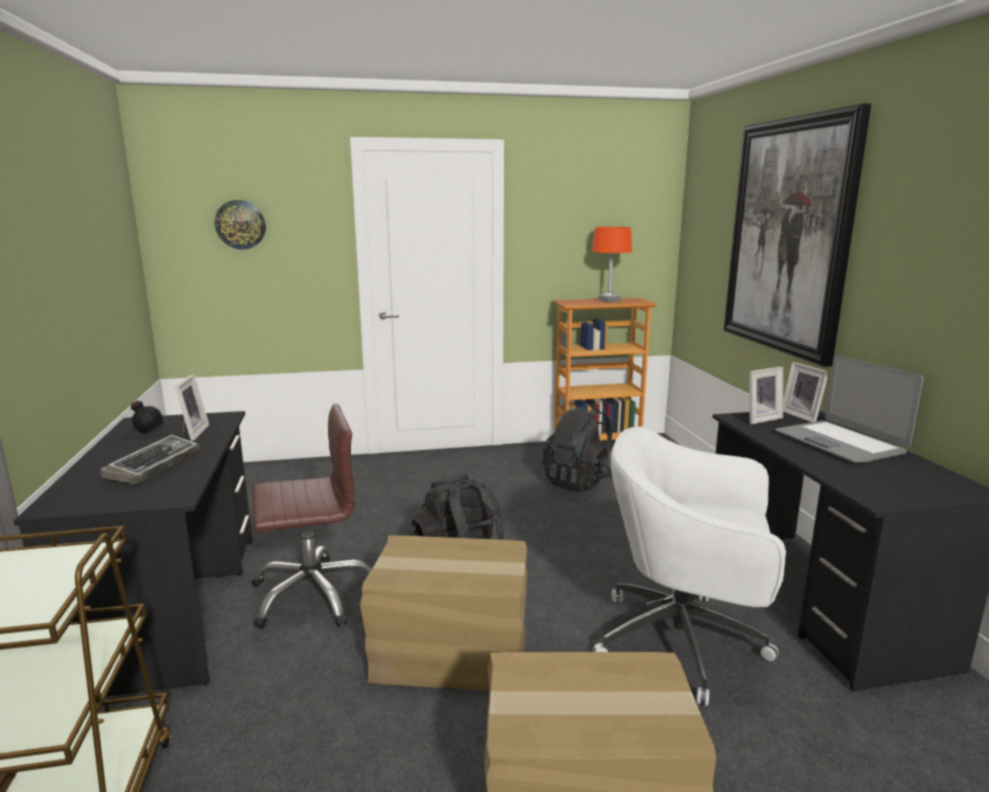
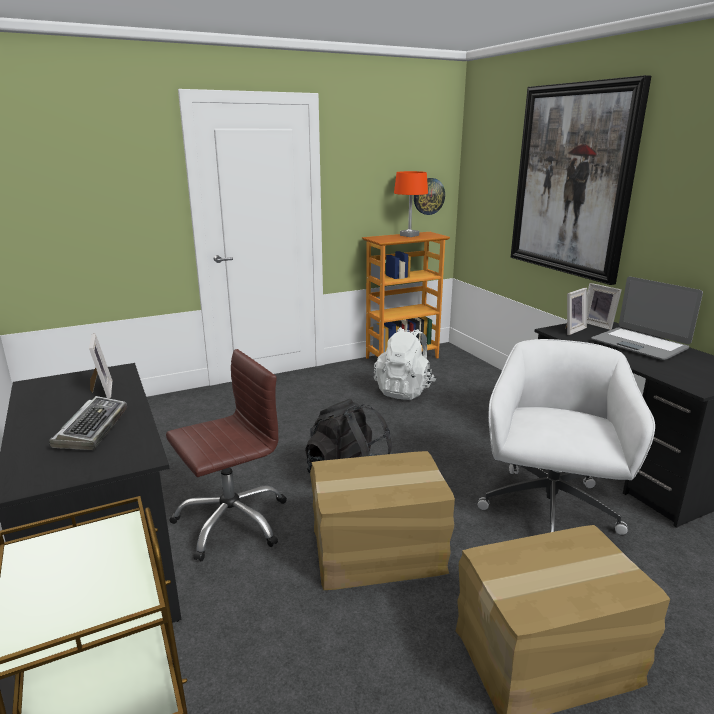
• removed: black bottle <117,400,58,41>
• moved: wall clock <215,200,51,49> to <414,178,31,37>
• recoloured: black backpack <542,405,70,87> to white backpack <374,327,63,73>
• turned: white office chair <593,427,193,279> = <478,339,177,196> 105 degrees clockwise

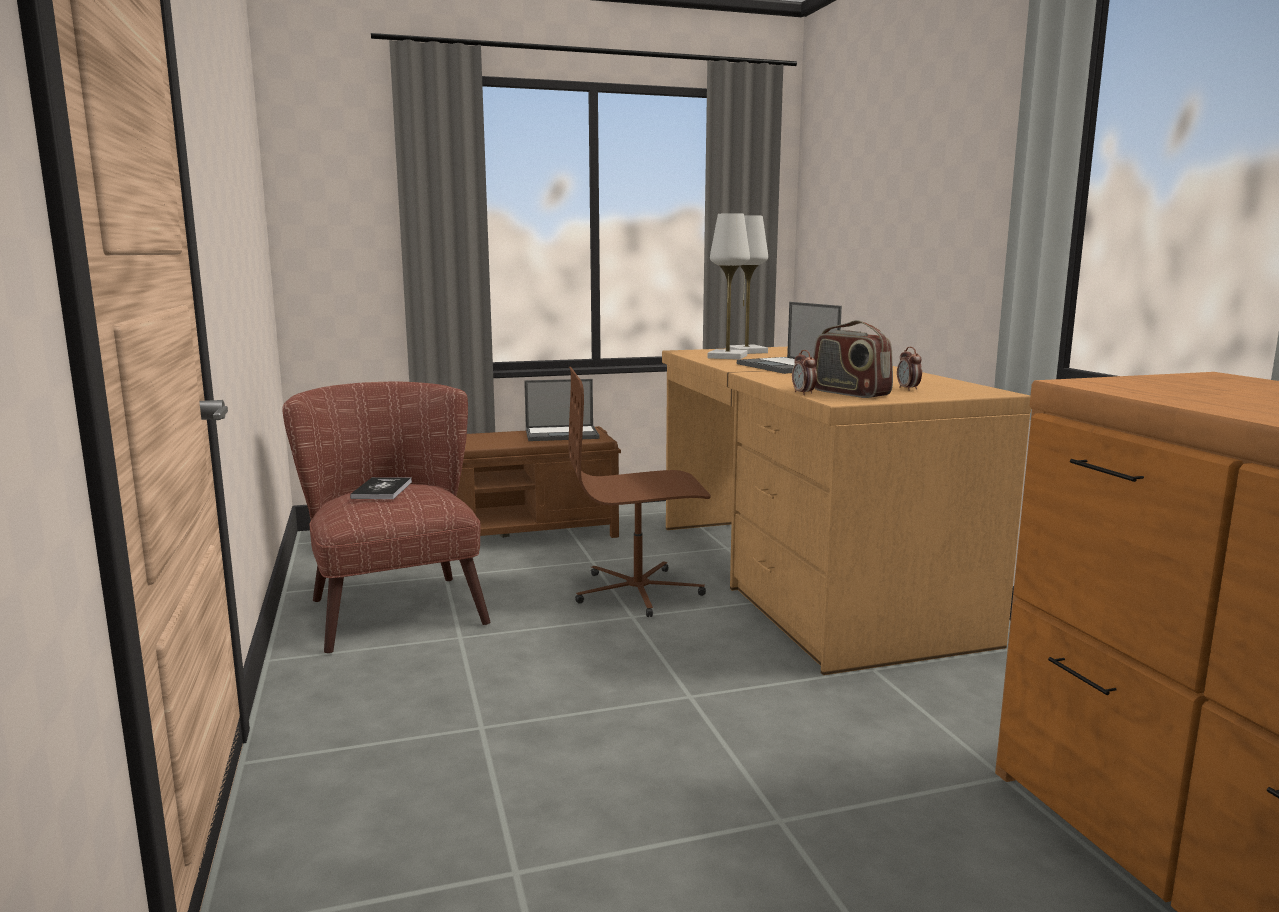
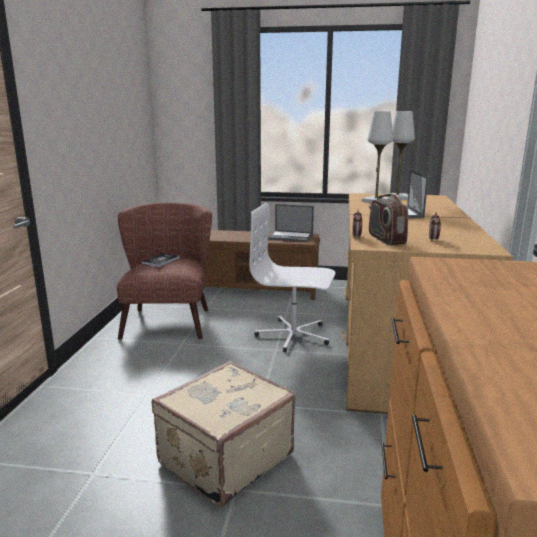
• added: beige suitcase <152,361,144,147>
• recoloured: brown office chair <569,367,142,250> to white office chair <250,203,85,149>

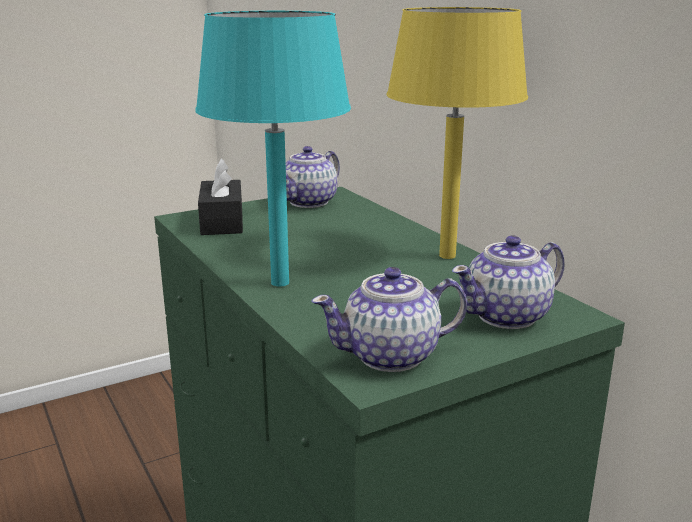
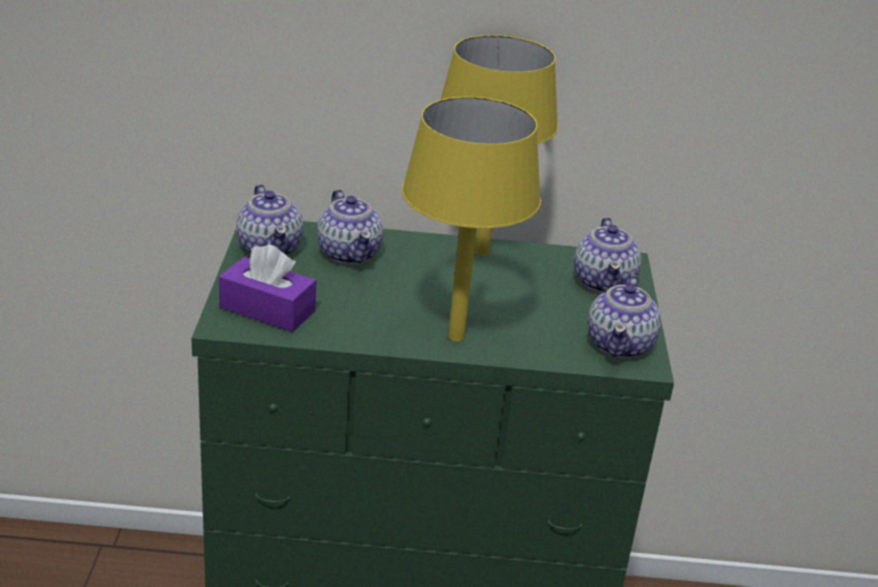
• added: teapot <317,189,67,76>
• recoloured: turquoise table lamp <195,11,156,275> to yellow table lamp <402,97,139,245>
• recoloured: black tissue box <198,158,45,77> to purple tissue box <219,244,97,88>

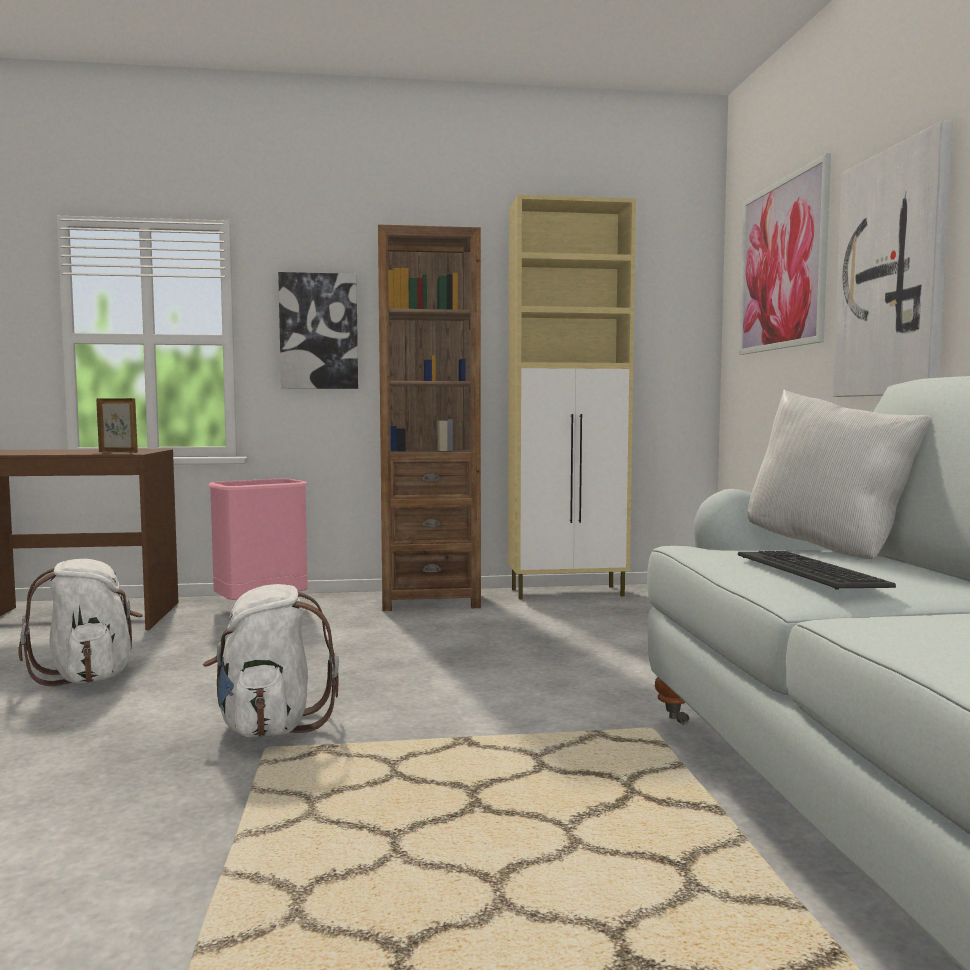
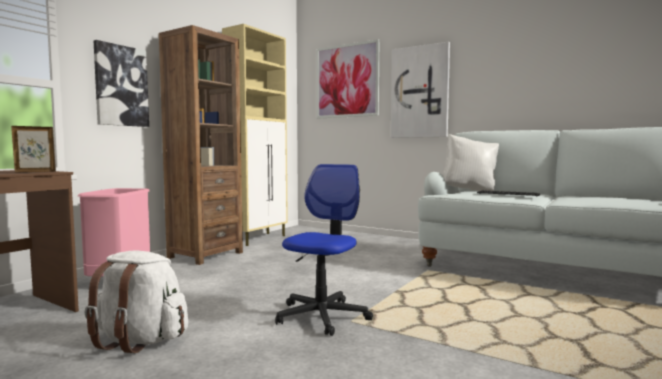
• replaced: white backpack <203,584,136,153> to office chair <275,164,98,172>

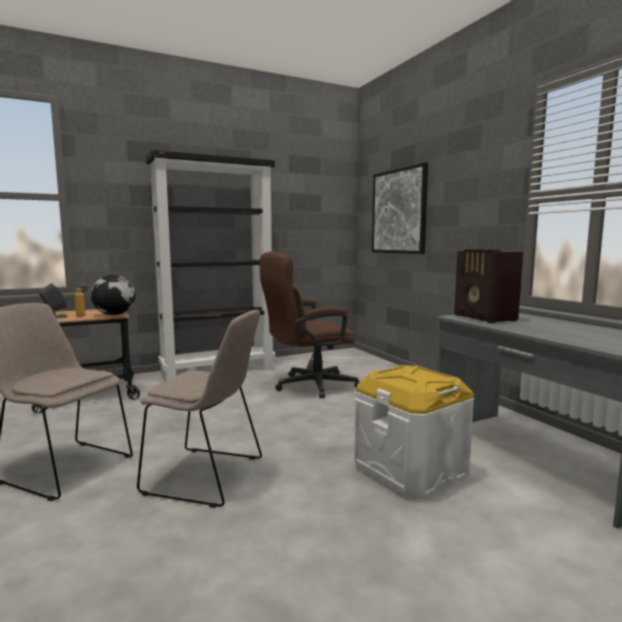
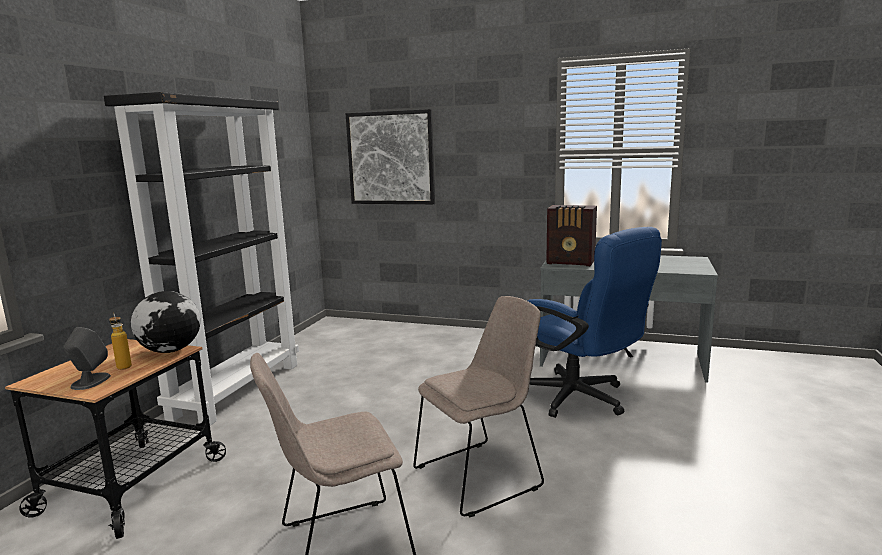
• removed: brown office chair <259,251,101,147>
• replaced: white storage box <354,365,120,135> to blue office chair <528,227,134,191>

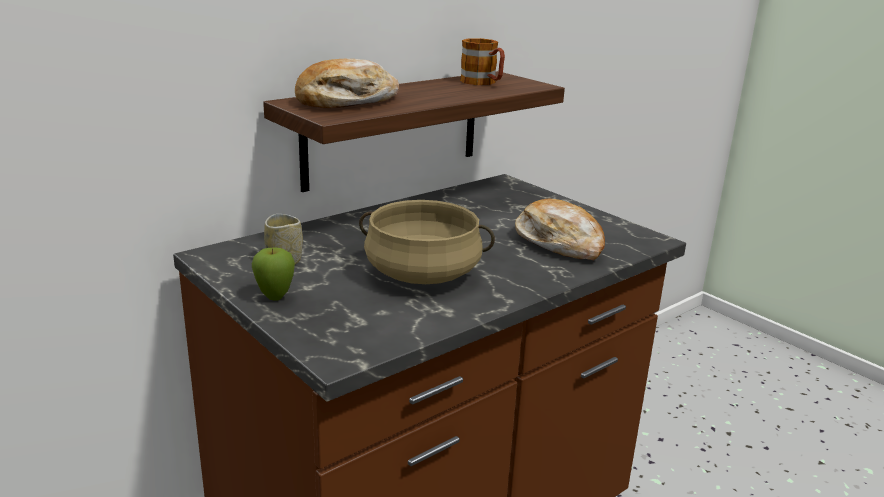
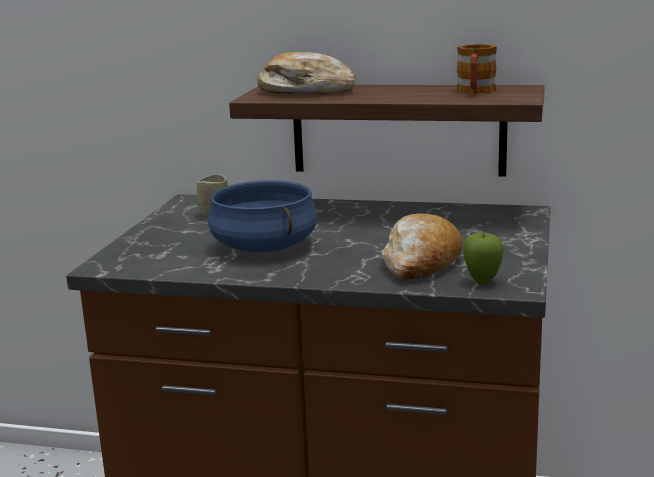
• moved: apple <252,248,43,53> to <463,232,41,53>
• recoloured: beige cooking pot <359,200,136,84> to blue cooking pot <208,180,109,72>

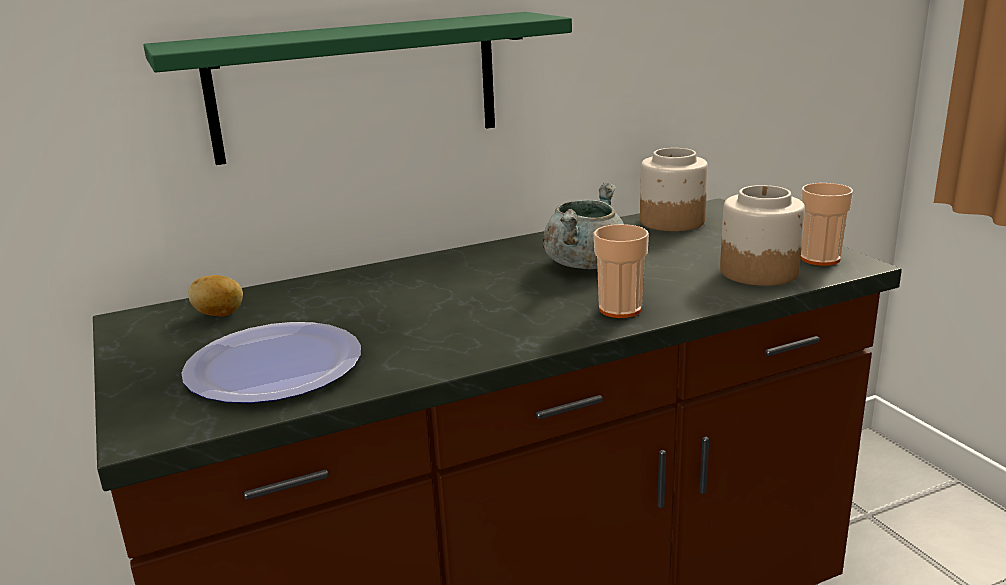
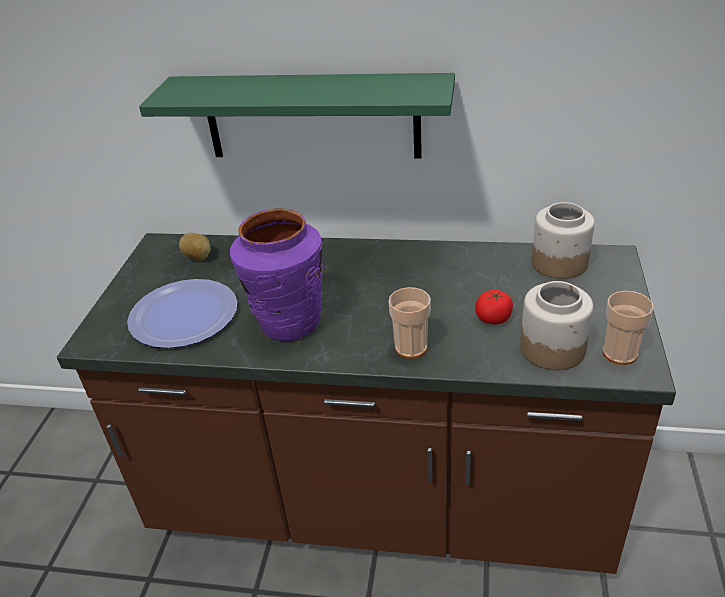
• removed: grey cooking pot <543,183,81,86>
• added: purple vase <230,208,93,133>
• added: tomato <475,289,38,35>

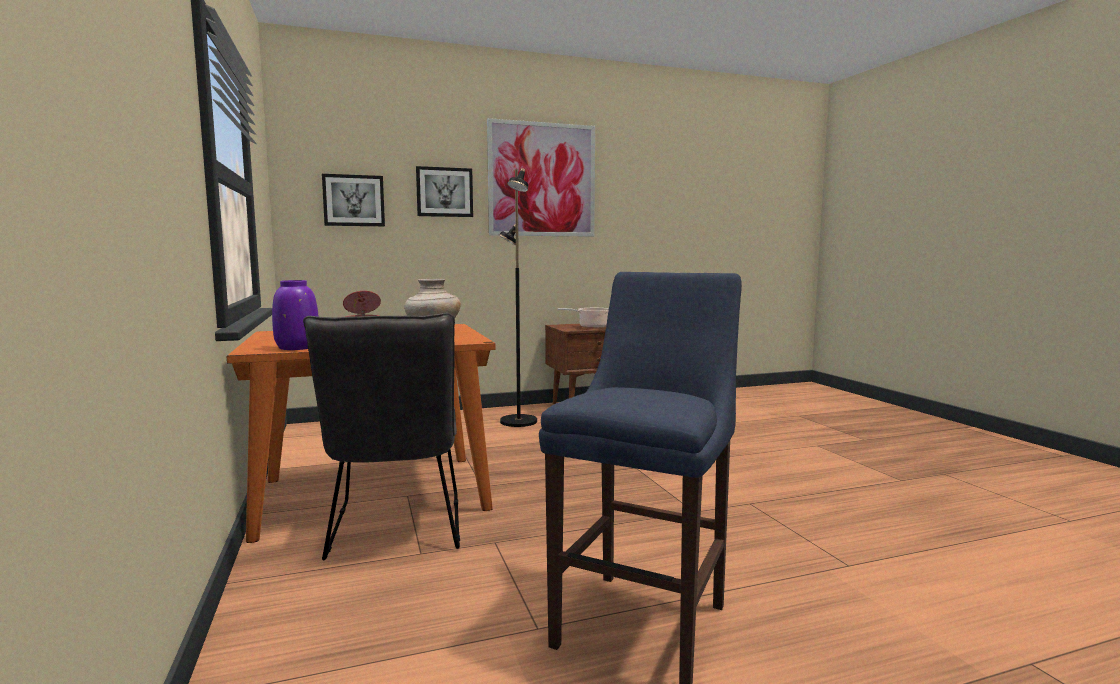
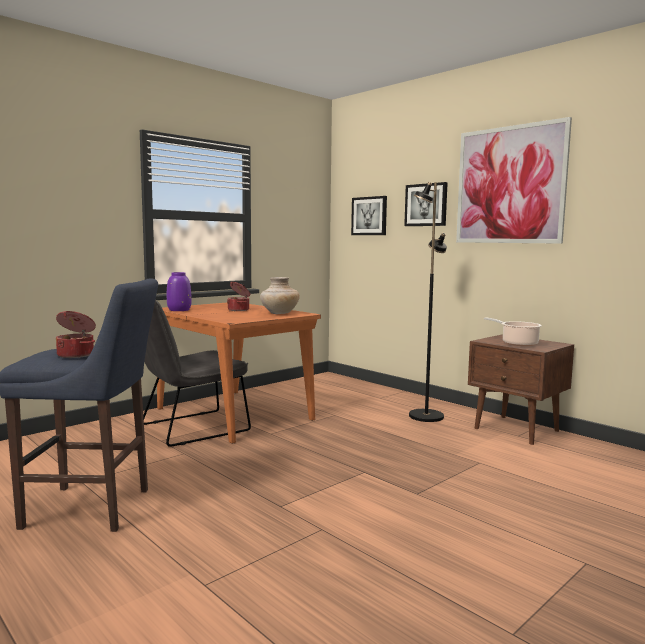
• added: cooking pot <56,311,40,47>

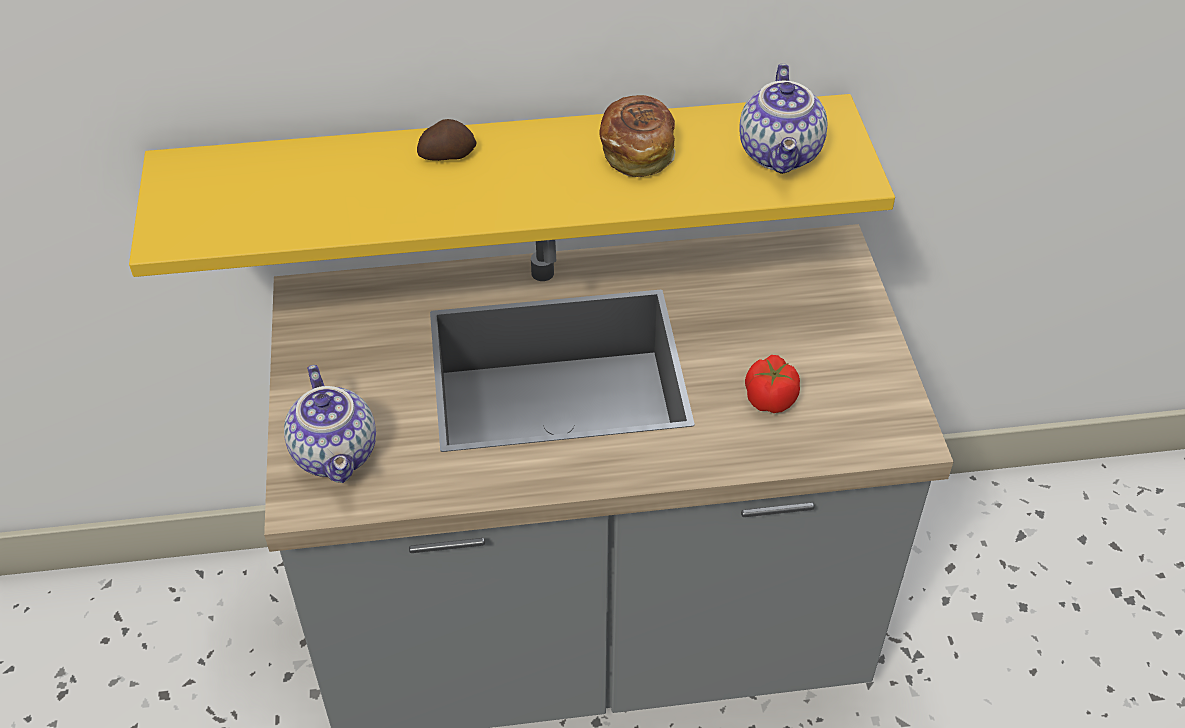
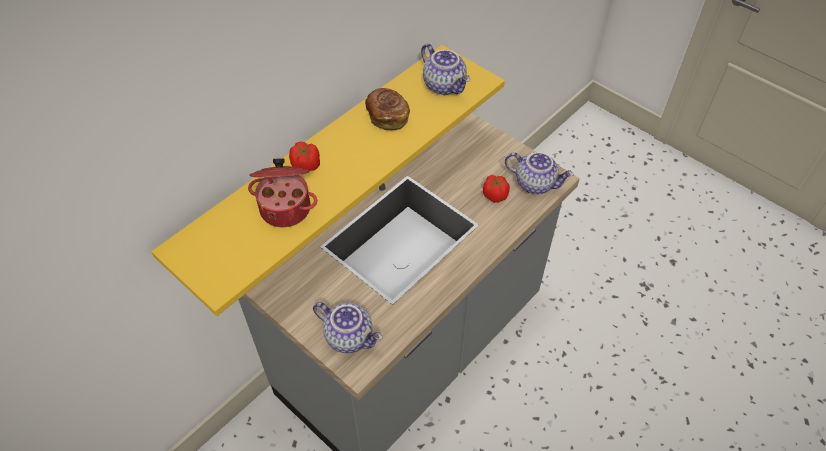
• added: cooking pot <248,158,69,69>
• added: teapot <505,152,69,42>
• replaced: potato <417,119,59,42> to tomato <289,142,31,29>

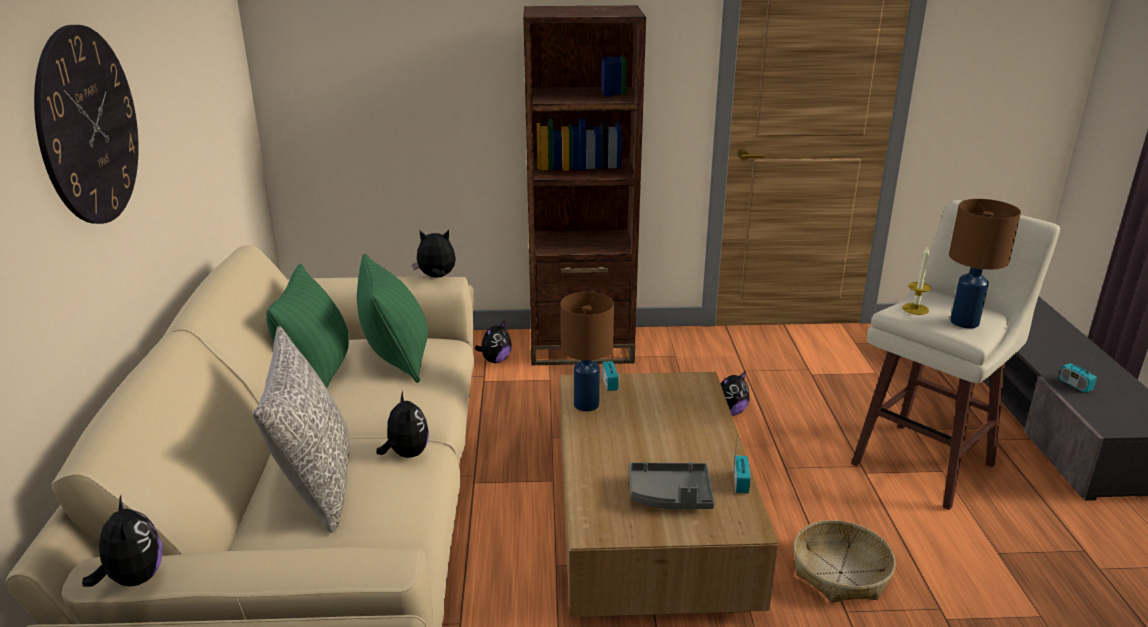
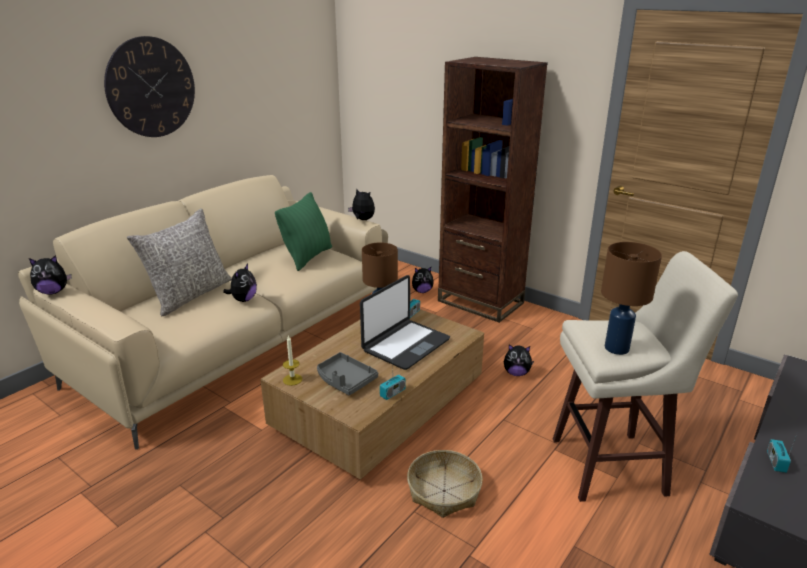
• removed: green pillow <266,264,83,124>
• added: laptop <360,275,90,95>
• moved: candle <902,246,29,69> to <283,335,19,51>
• turned: plush toy <82,496,80,91> = <29,255,43,40> 60 degrees clockwise

